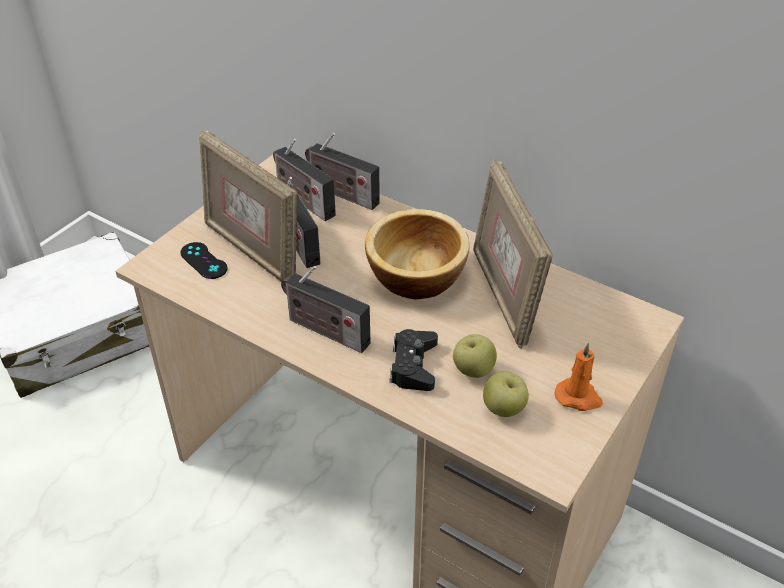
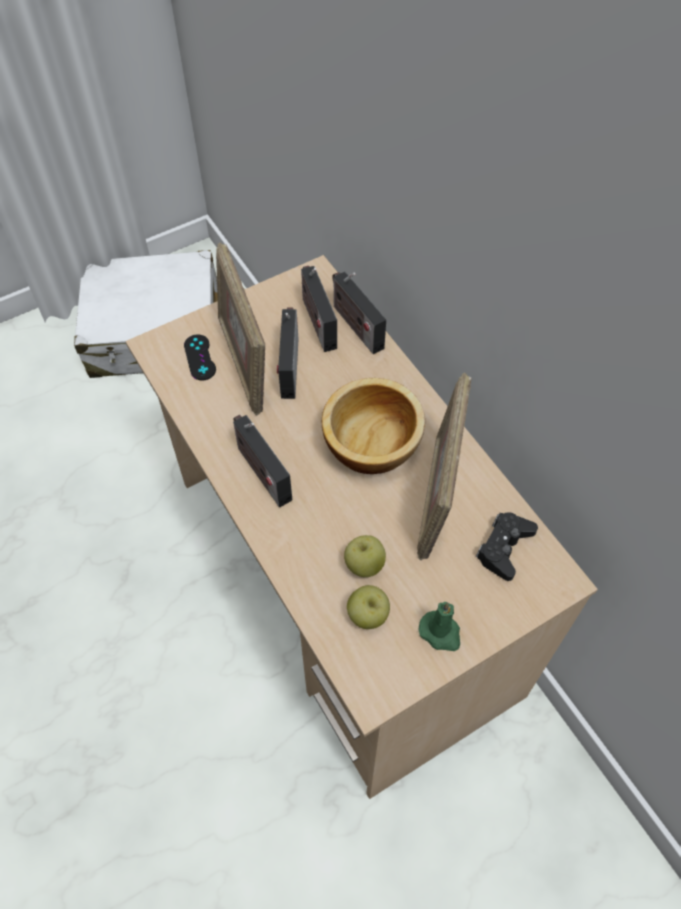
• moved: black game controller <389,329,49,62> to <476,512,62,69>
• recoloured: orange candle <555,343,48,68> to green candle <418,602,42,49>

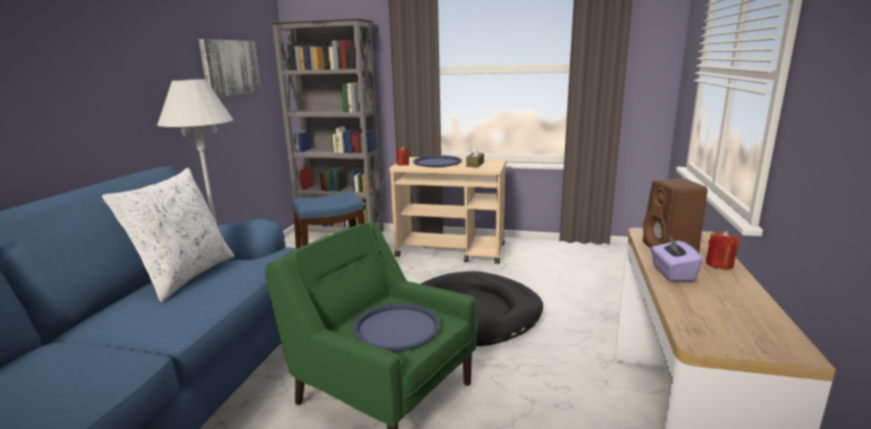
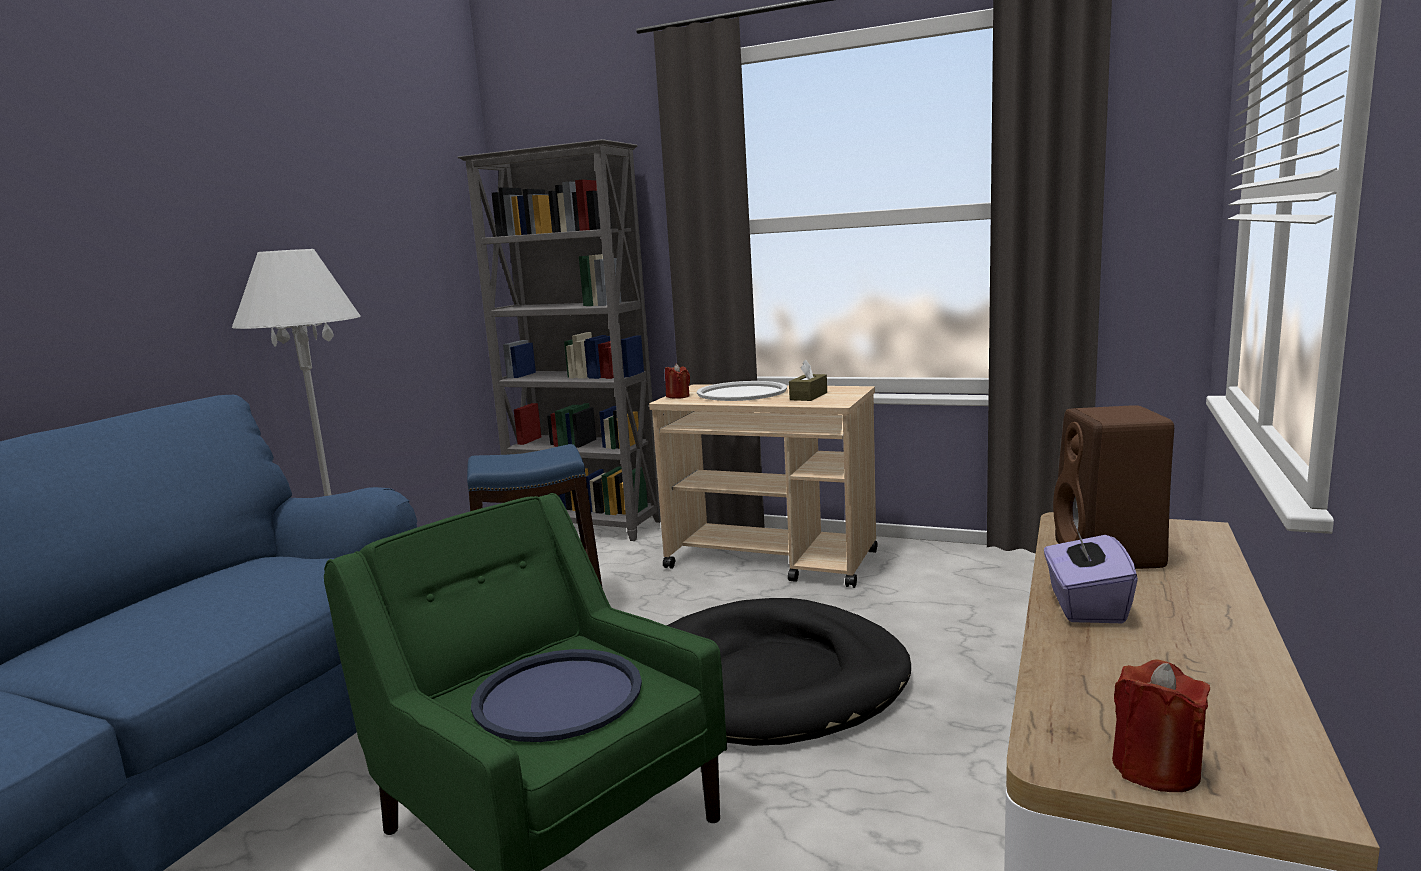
• removed: white pillow <102,168,132,134>
• removed: picture <199,39,62,58>
• moved: red candle <706,230,33,39> to <1112,659,98,133>
• recoloured: blue tray <413,155,49,12> to white tray <697,381,90,20>

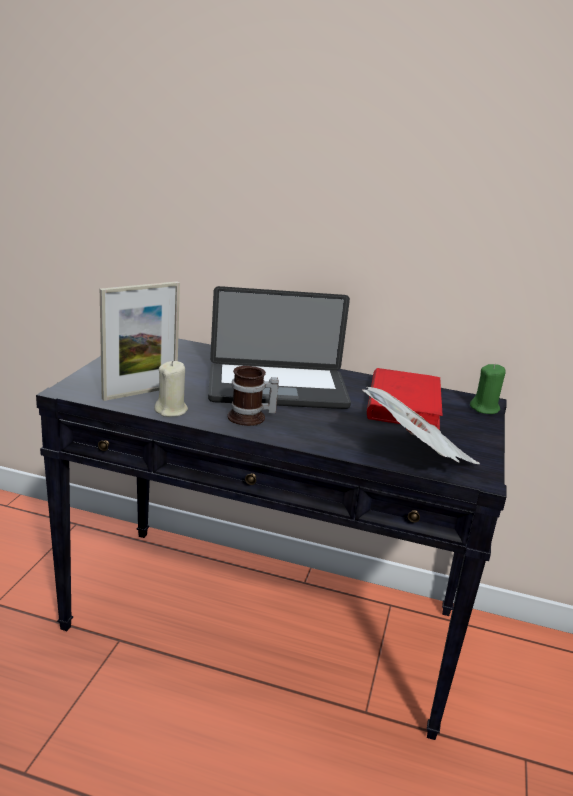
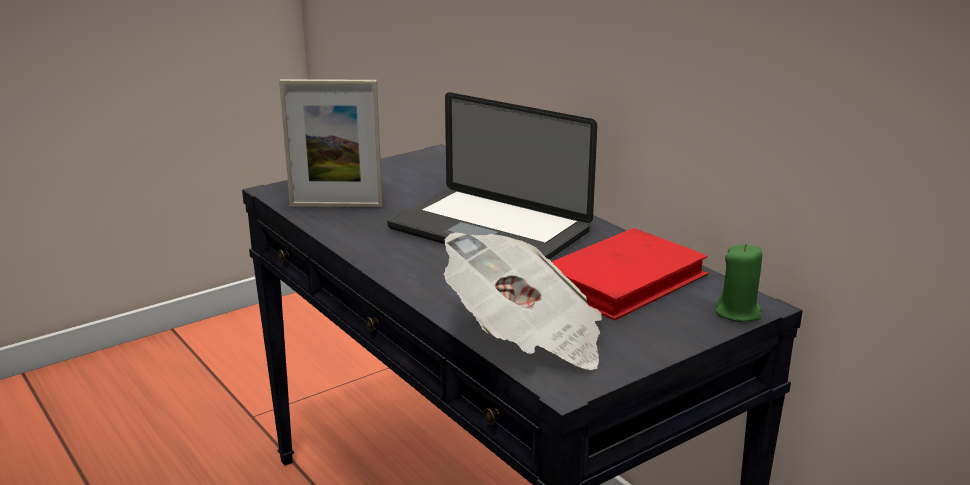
• removed: beige candle <154,361,34,56>
• removed: mug <227,366,52,60>

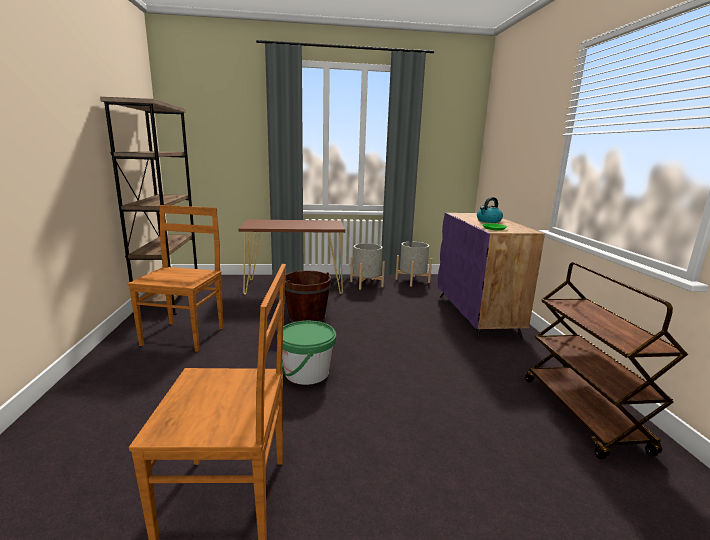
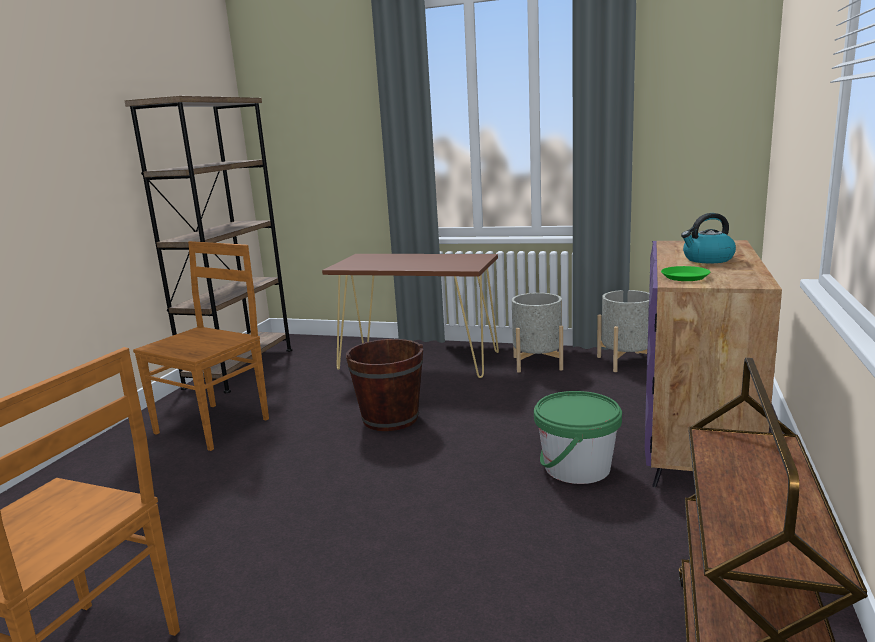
• moved: green bucket <282,321,54,64> to <534,391,88,93>

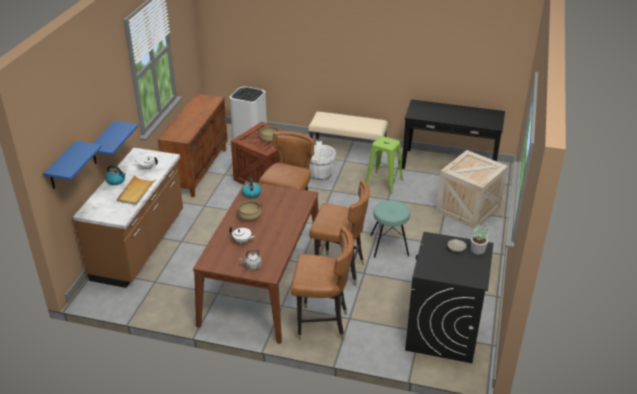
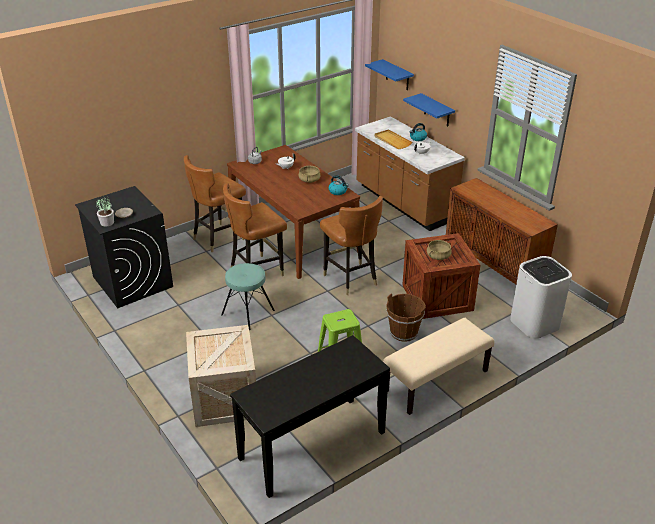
• recoloured: white bucket <309,141,27,40> to brown bucket <386,293,40,49>

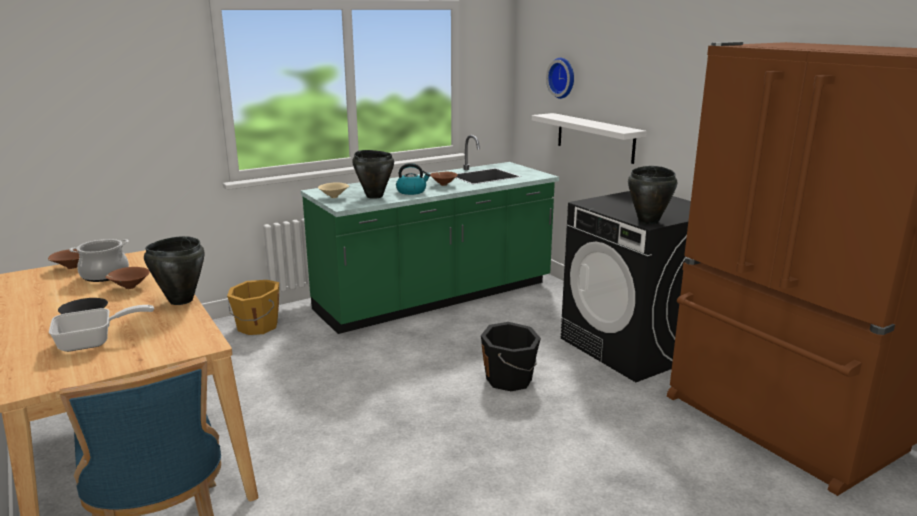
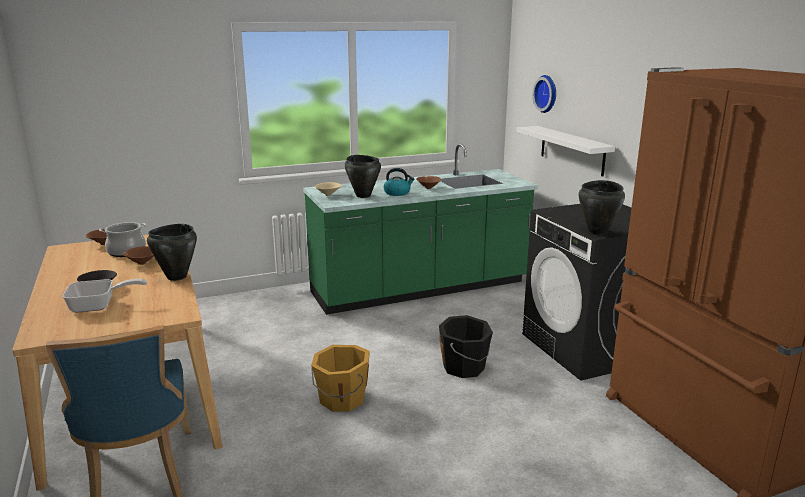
• moved: orange bucket <227,280,52,55> to <311,345,59,67>

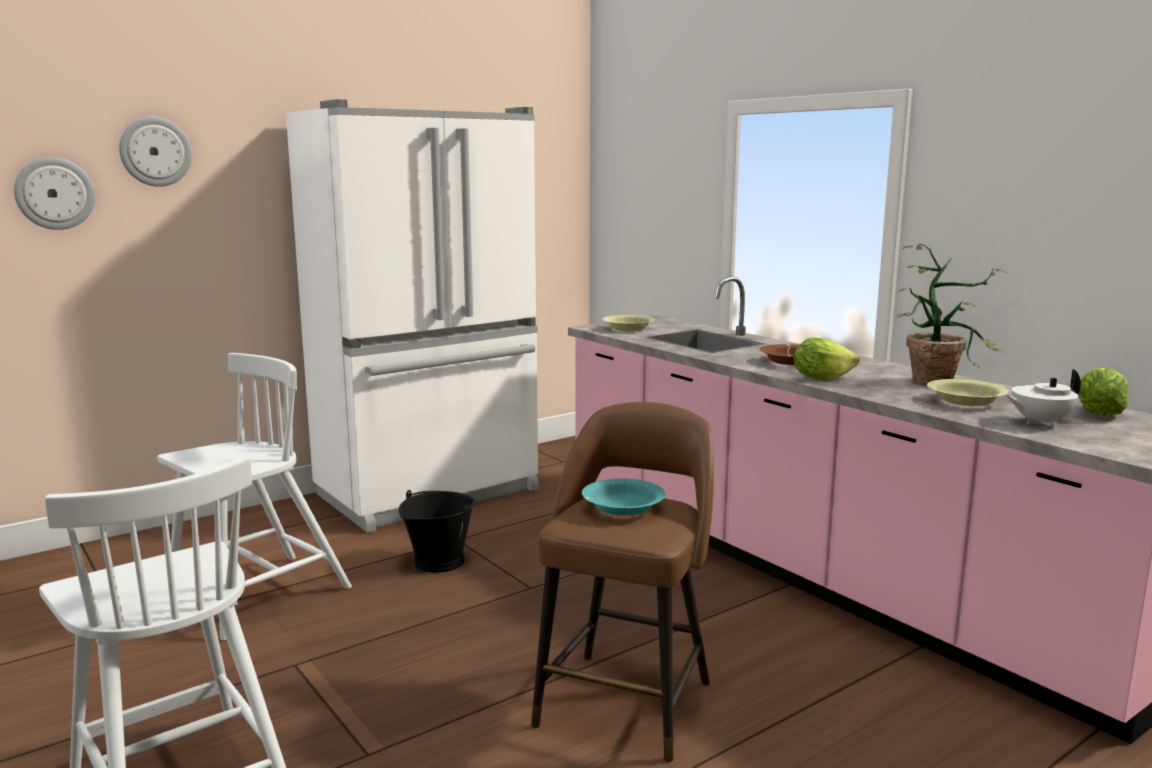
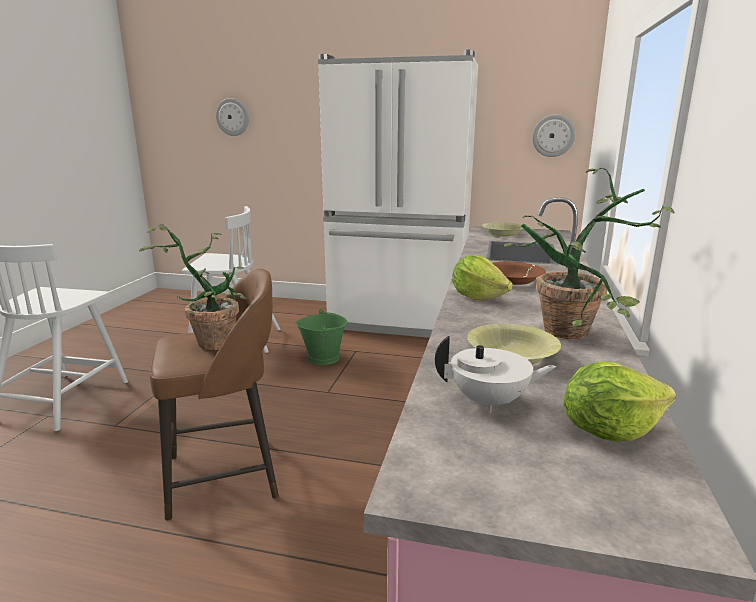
• moved: wall clock <119,117,73,70> to <532,114,43,43>
• replaced: turquoise bowl <582,479,84,37> to potted plant <139,225,108,125>
• recoloured: black bucket <399,490,77,82> to green bucket <296,309,52,56>
• turned: white teapot <1005,369,76,57> = <435,335,121,78> 150 degrees clockwise

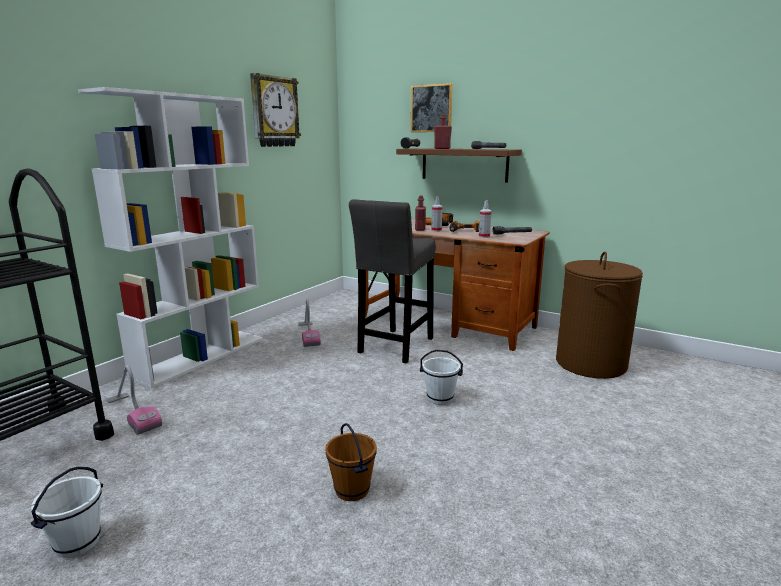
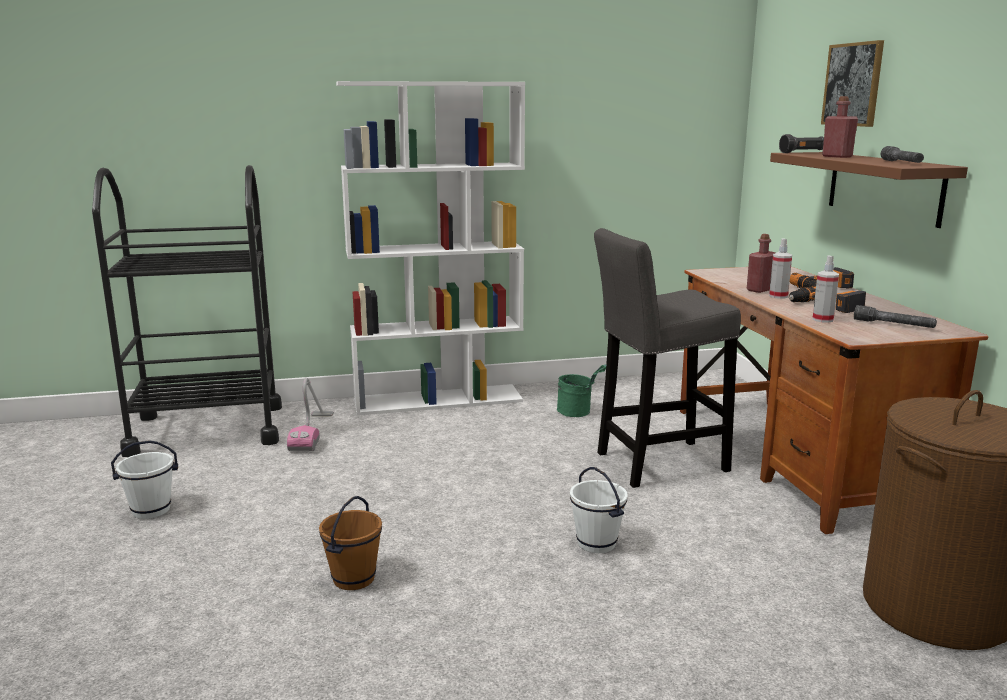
• removed: wall clock <250,73,51,74>
• replaced: vacuum cleaner <298,299,23,48> to green bucket <557,364,49,53>

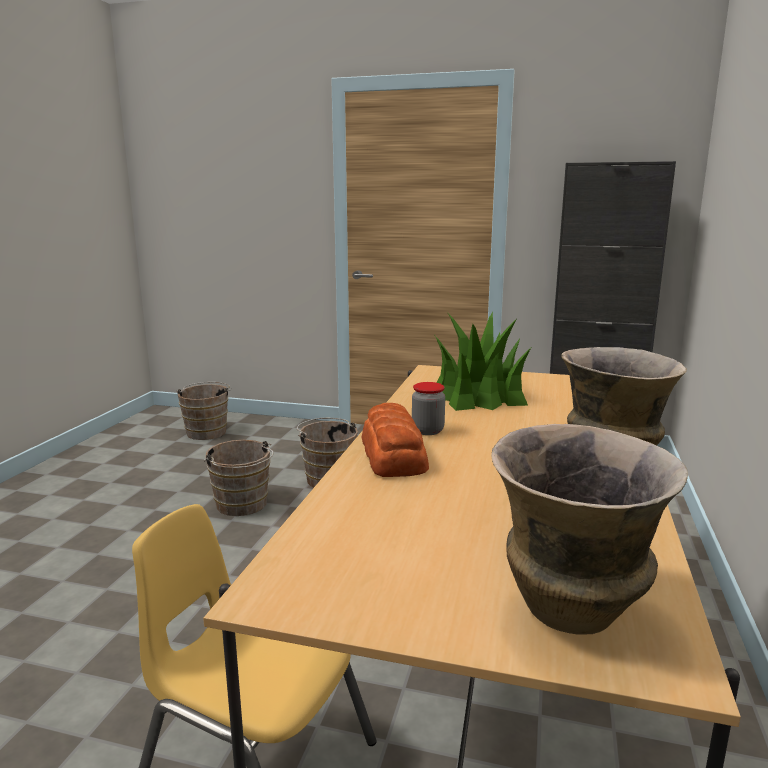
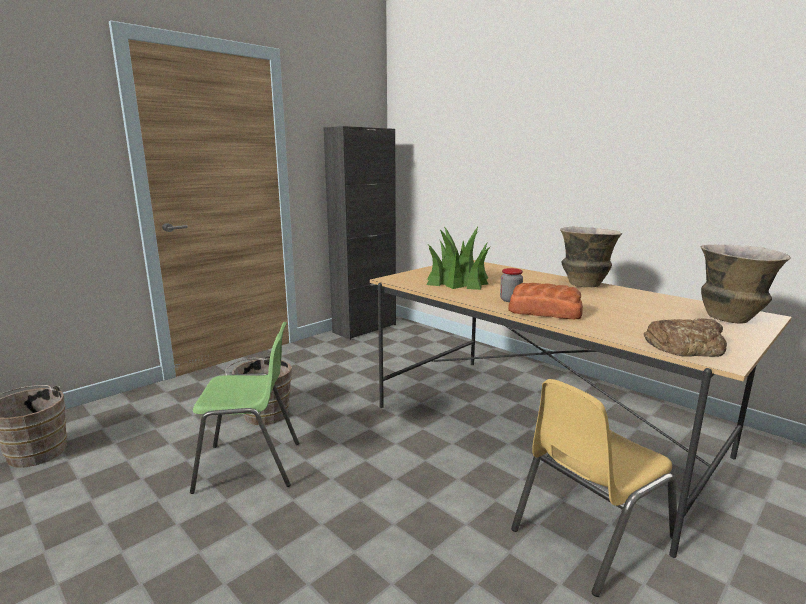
• added: bread <644,318,83,39>
• replaced: brown bucket <204,440,69,76> to green chair <190,322,109,172>

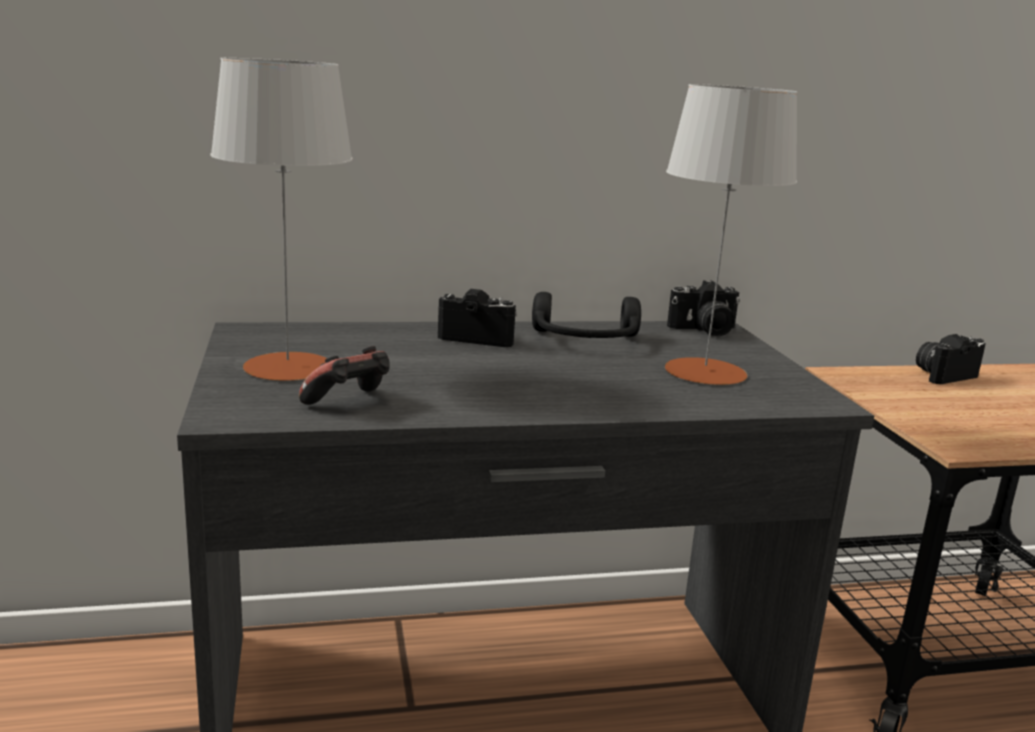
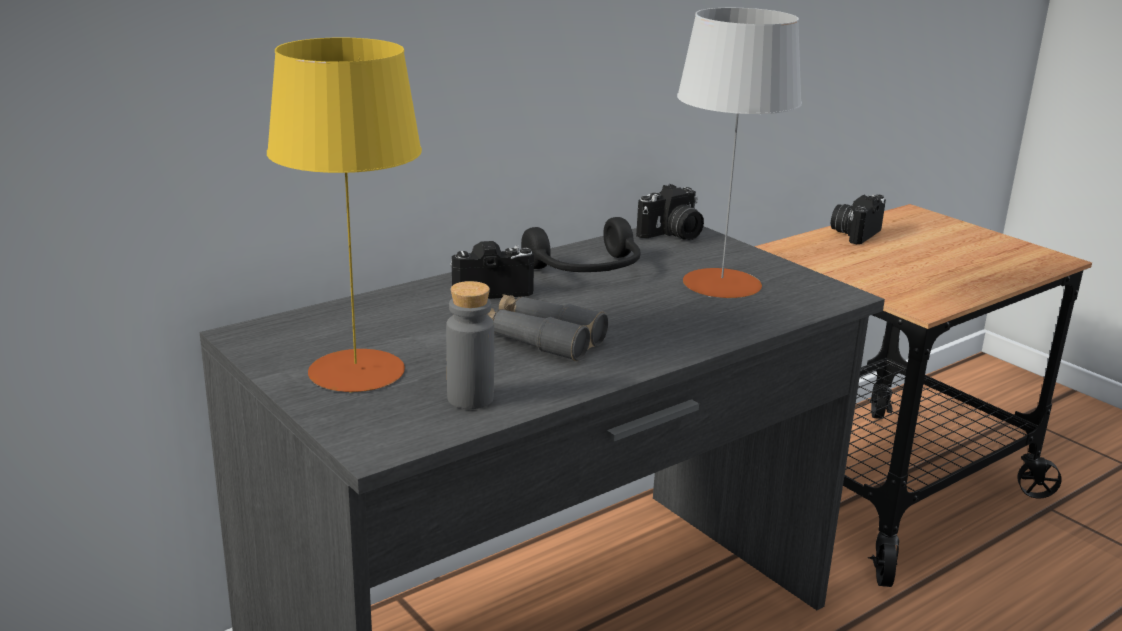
• added: grey binoculars <487,294,122,67>
• replaced: game controller <299,346,91,59> to grey bottle <446,281,48,128>
• recoloured: grey table lamp <210,58,143,323> to yellow table lamp <267,37,155,356>

